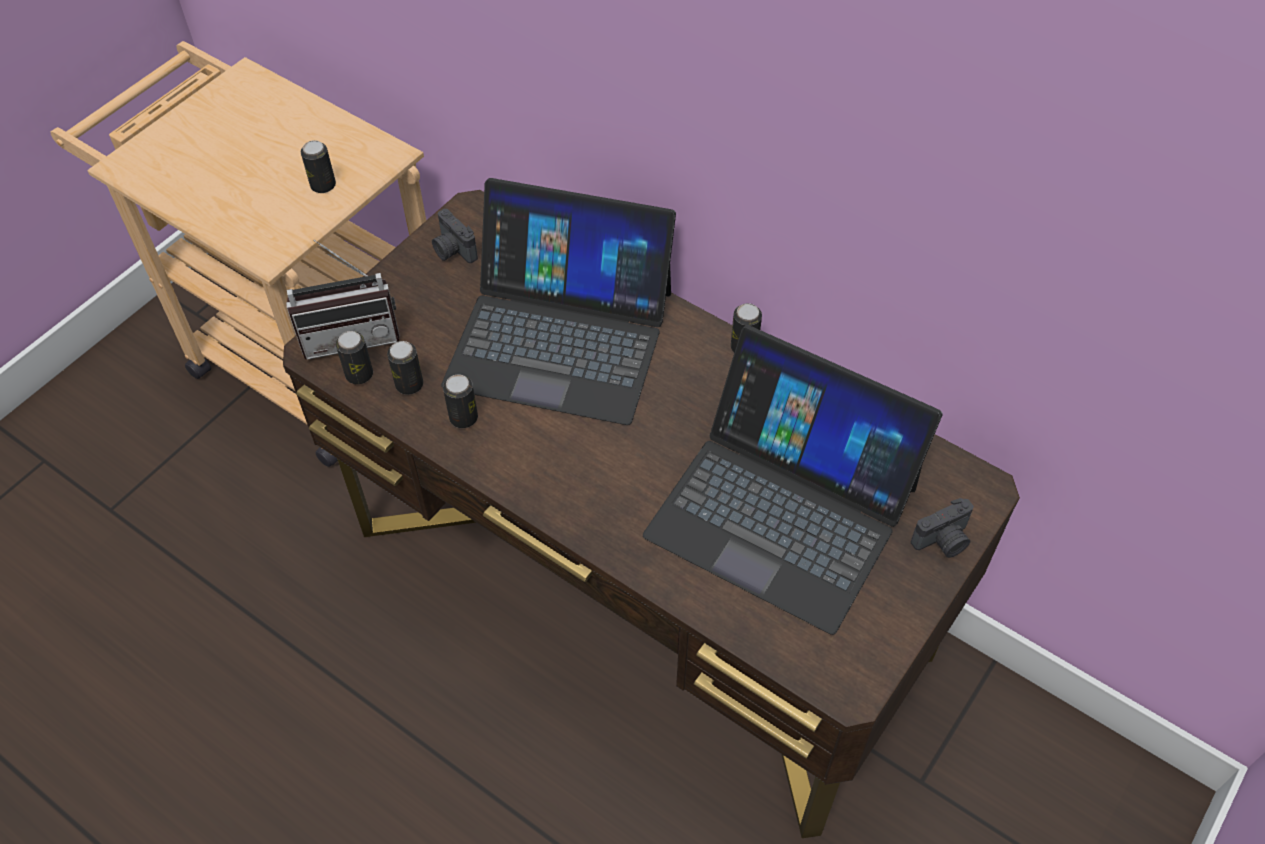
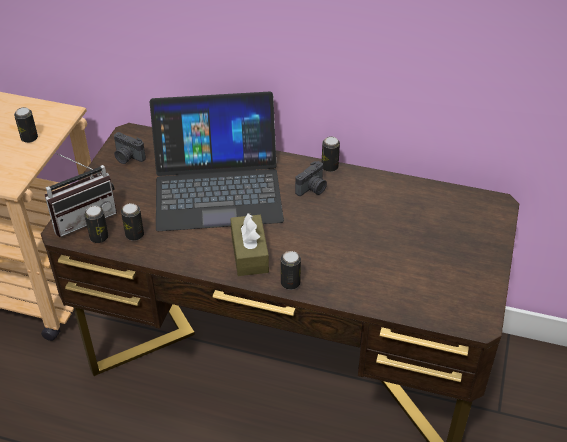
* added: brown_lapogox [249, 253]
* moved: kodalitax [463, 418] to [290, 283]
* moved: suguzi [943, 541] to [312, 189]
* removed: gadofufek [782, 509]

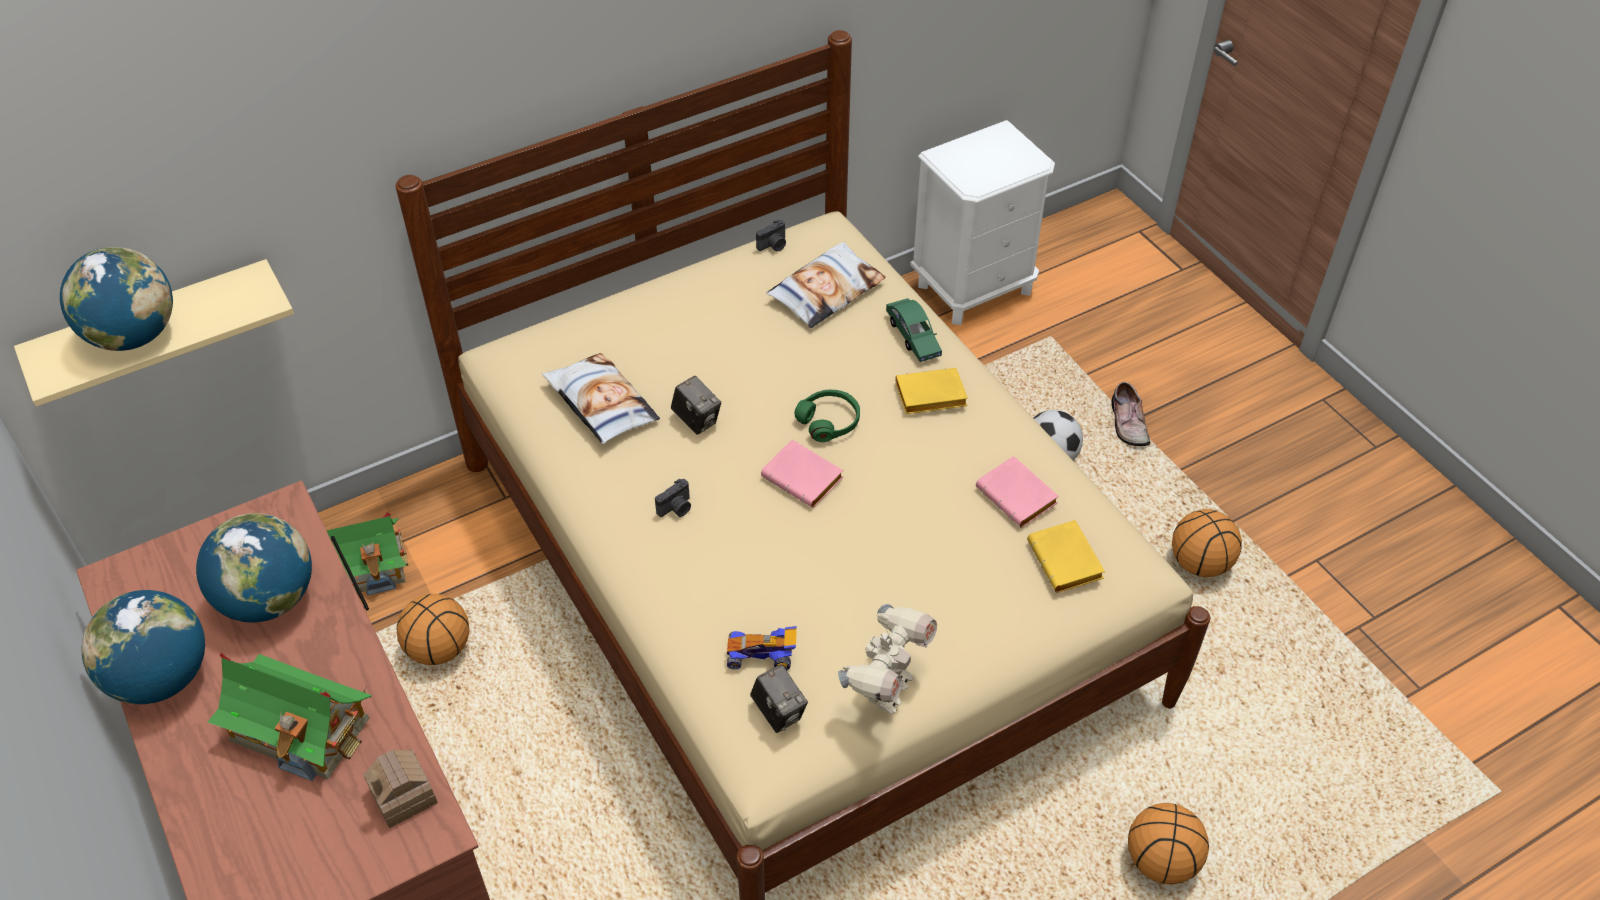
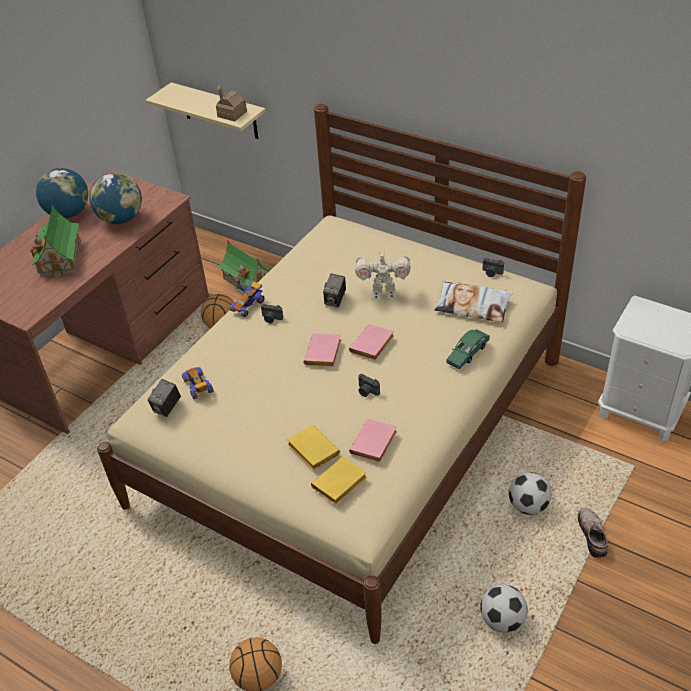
* moved: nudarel [403, 796] to [232, 114]
* added: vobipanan [248, 305]
* moved: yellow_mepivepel [929, 397] to [311, 450]
* replaced: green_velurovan [829, 421] to pink_mepivepel [372, 346]
* moved: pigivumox [886, 689] to [383, 293]
* added: suguzi [367, 391]
* replaced: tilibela [1199, 564] to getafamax [502, 620]
* turned: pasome [1126, 423] = [594, 535] 120 degrees clockwise
* removed: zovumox [134, 336]
* removed: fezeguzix [600, 404]

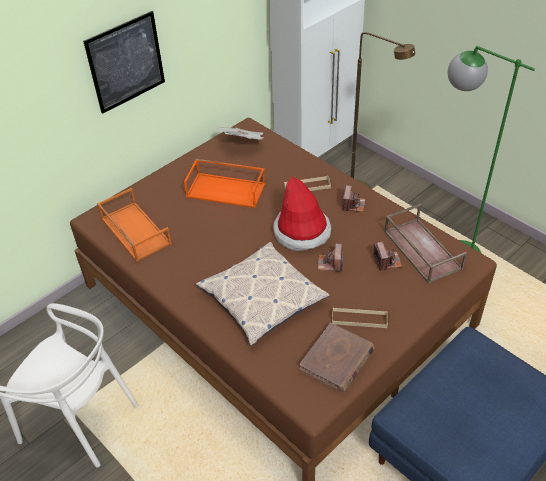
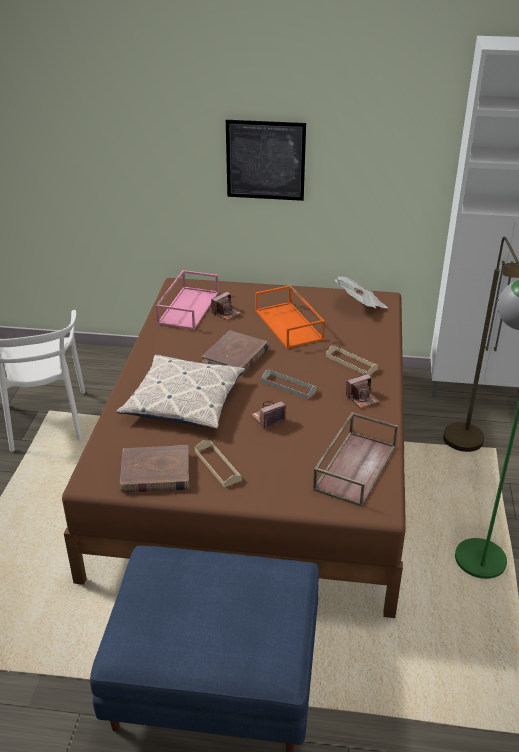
* recoloured: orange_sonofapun [134, 231] to pink_sonofapun [188, 307]
* added: brown_mepivepel [236, 356]
* moved: suguzi [387, 261] to [226, 313]
* replaced: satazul [302, 232] to grey_sonofapun [288, 386]

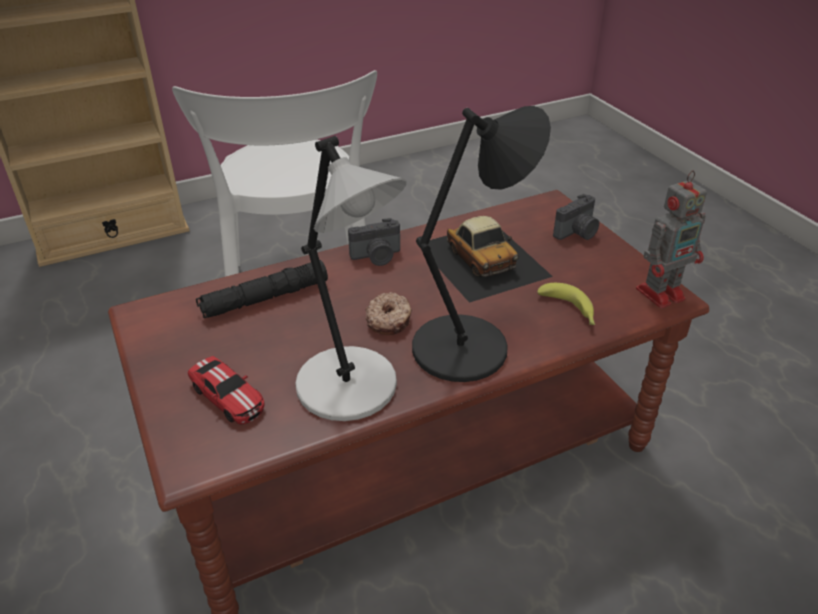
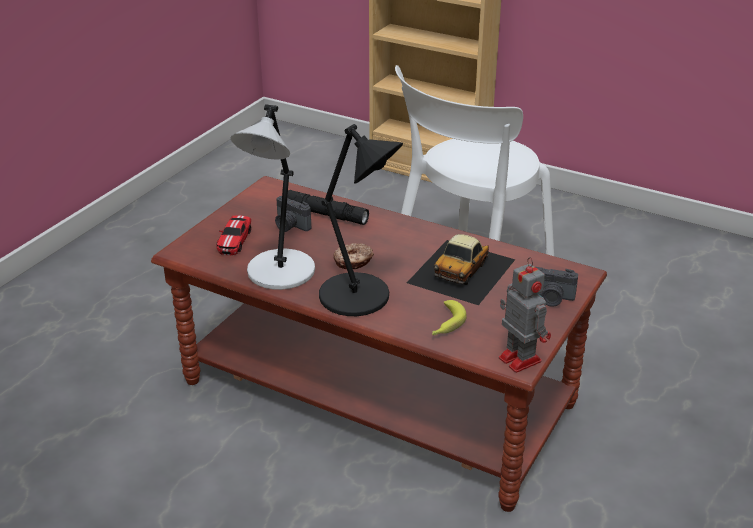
* moved: suguzi [377, 257] to [290, 226]
* turned: pigivumox [662, 293] = [518, 358] 150 degrees counterclockwise

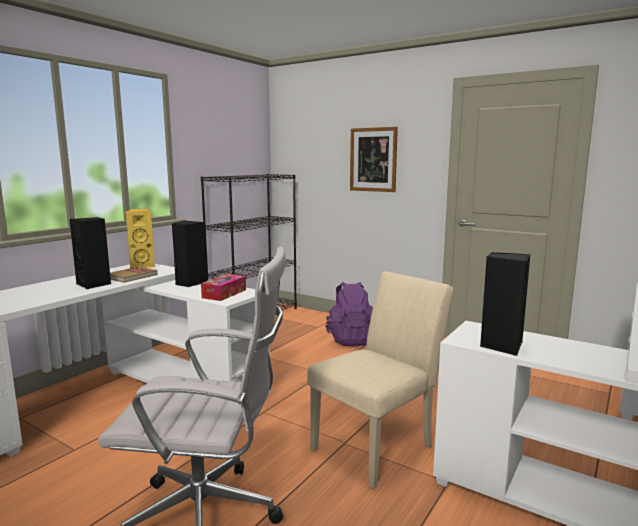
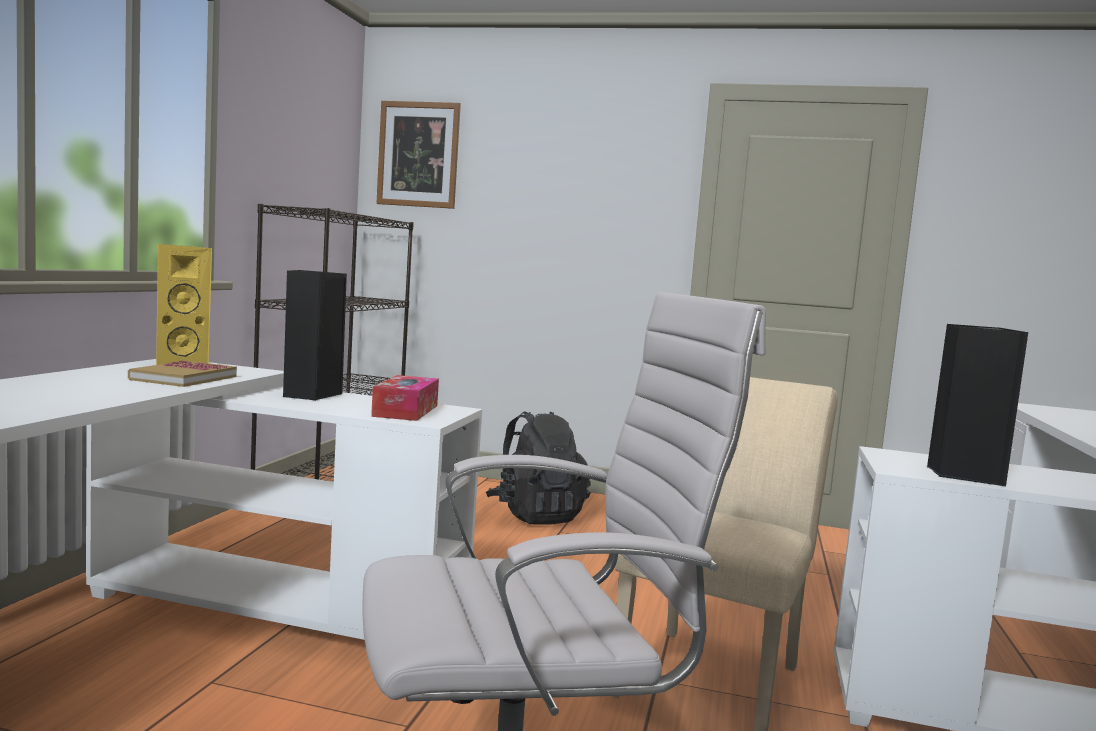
* moved: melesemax [373, 159] to [418, 154]
* recoloured: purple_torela [351, 339] to black_torela [536, 515]
* removed: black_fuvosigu [94, 284]

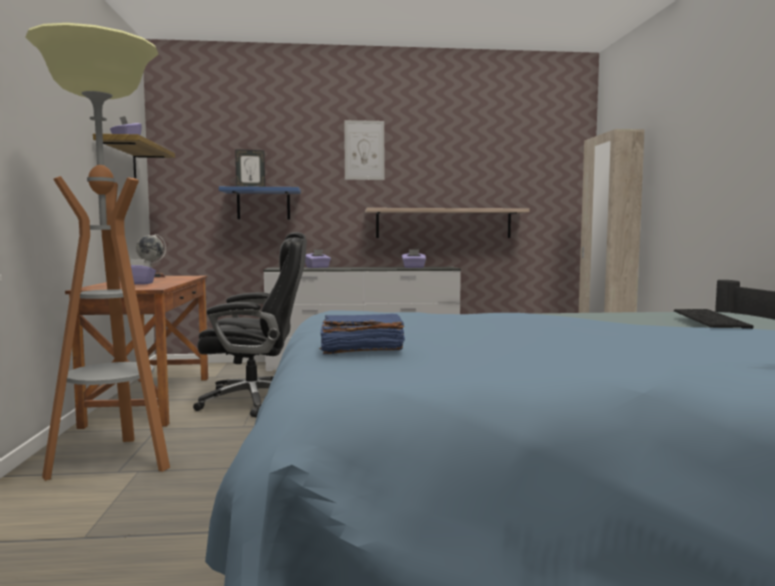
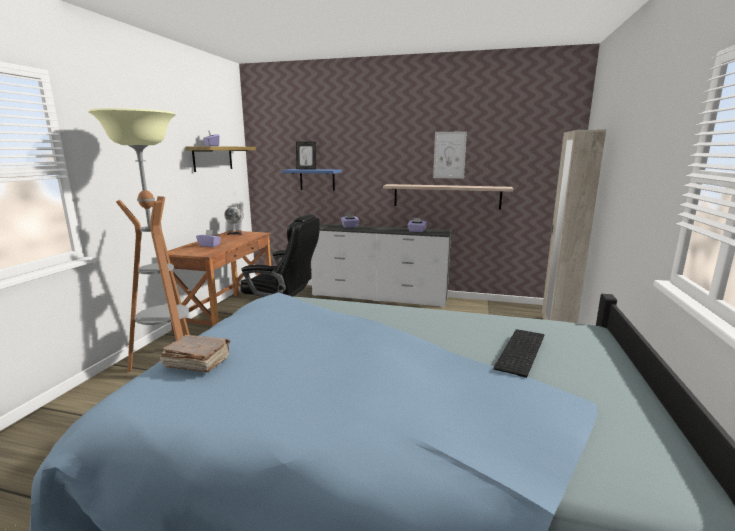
* recoloured: blue_mepivepel [360, 349] to brown_mepivepel [197, 363]
* moved: melesemax [364, 150] to [449, 155]

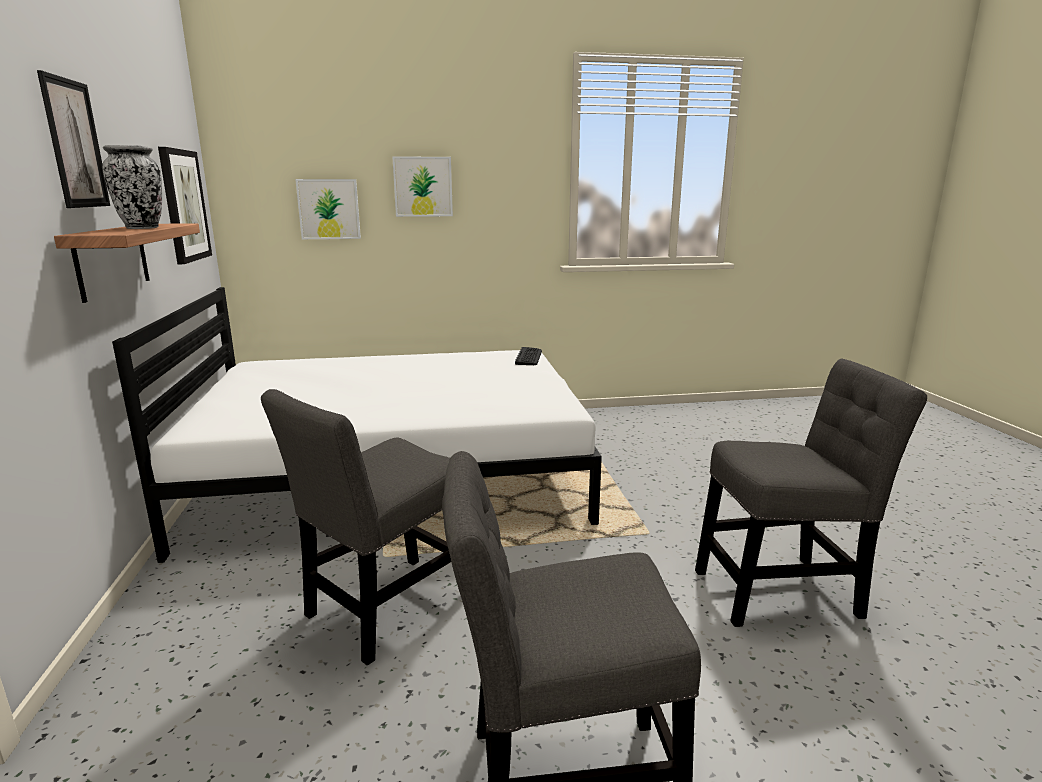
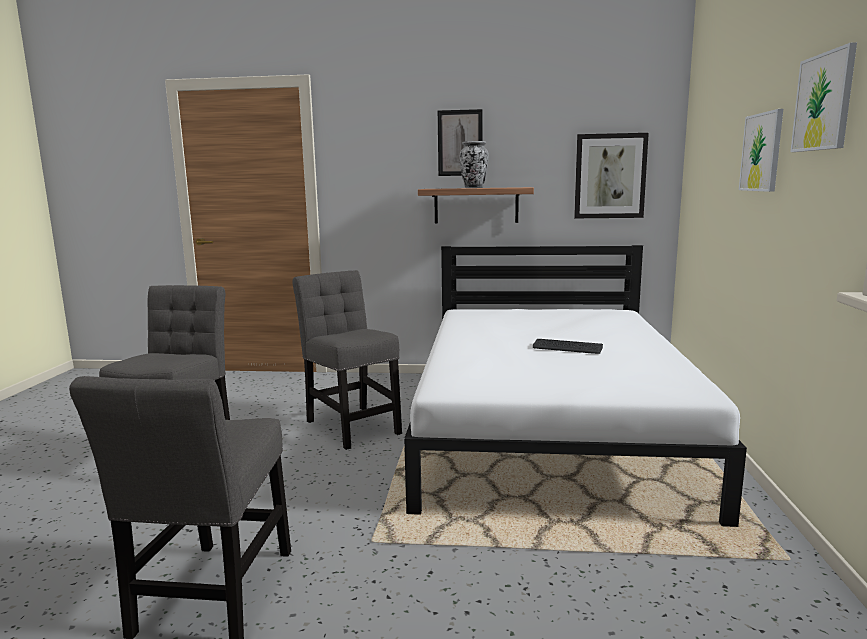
* moved: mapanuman [529, 357] to [567, 347]
* moved: melesemax [329, 209] to [823, 102]

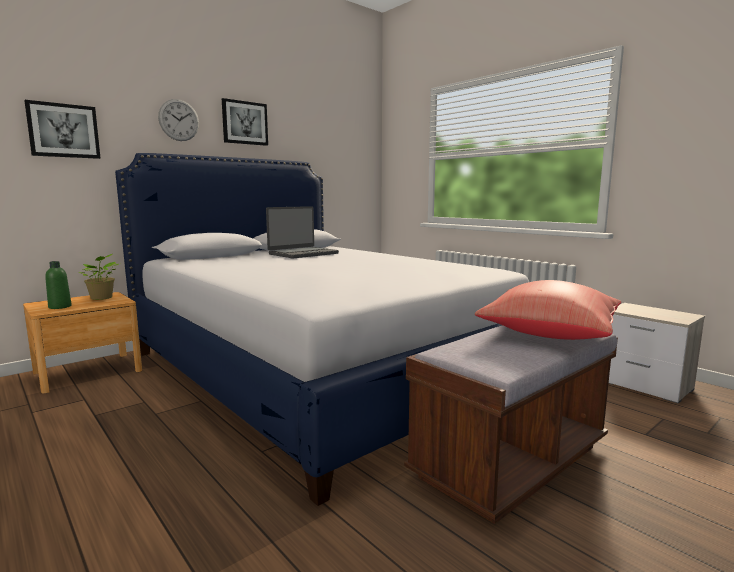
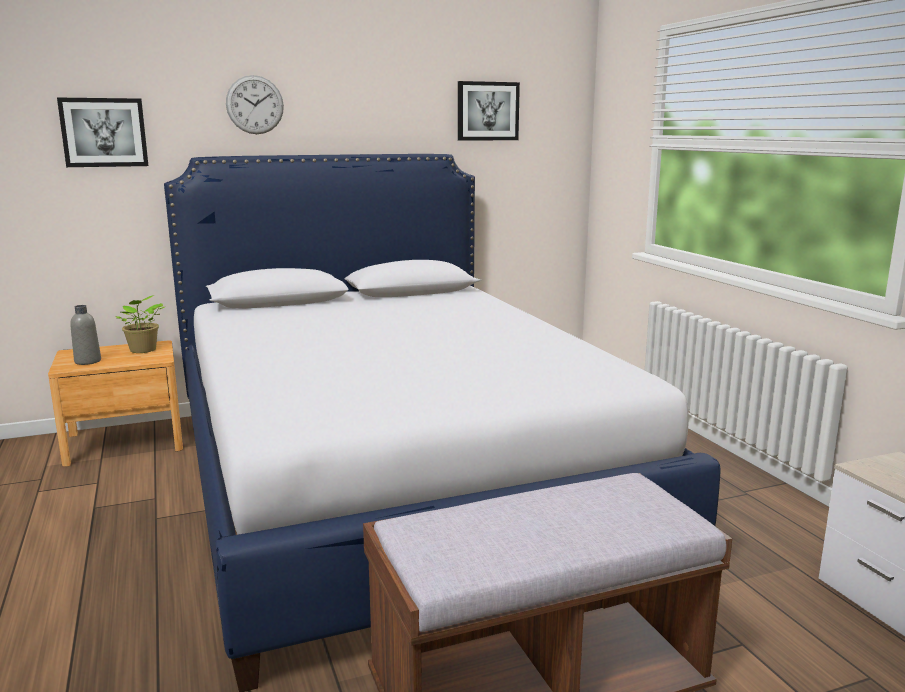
* recoloured: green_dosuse [60, 307] to grey_dosuse [88, 361]
* moved: melesemax [244, 123] to [487, 111]
* removed: gadofufek [303, 254]
* removed: red_fezeguzix [548, 334]

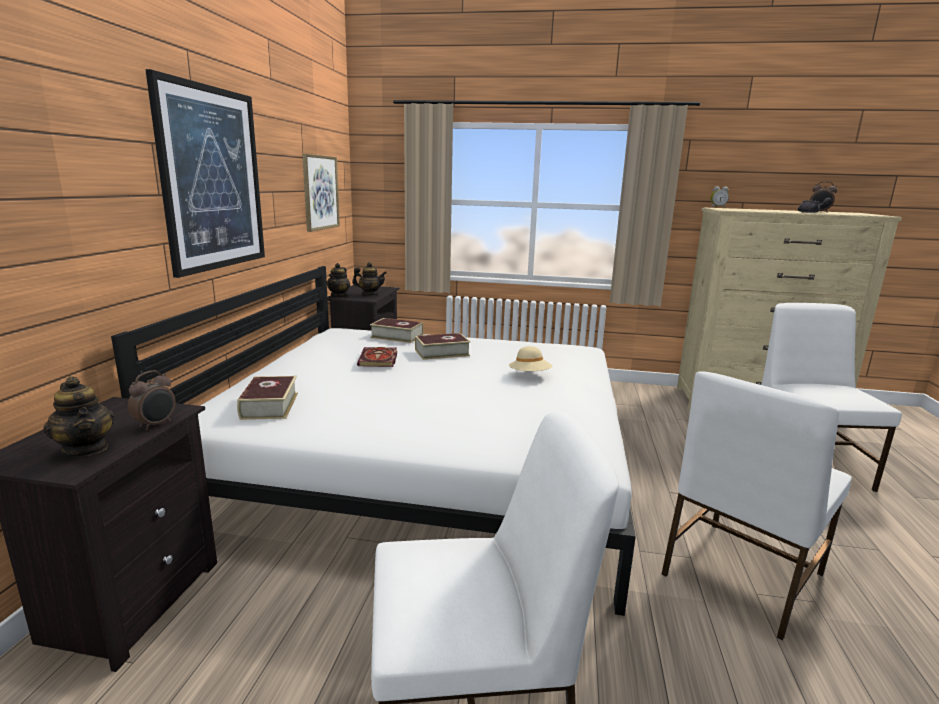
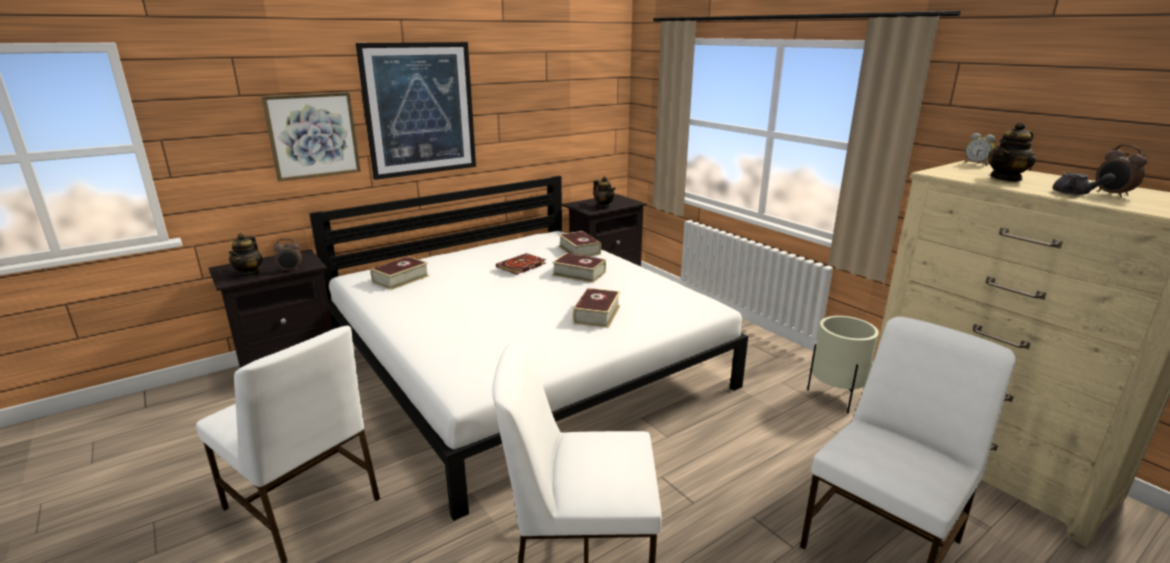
* moved: melesemax [320, 192] to [313, 135]
* replaced: beige_satazul [530, 375] to mepivepel [597, 314]
* added: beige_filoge [835, 397]
* moved: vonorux [339, 296] to [1006, 178]

